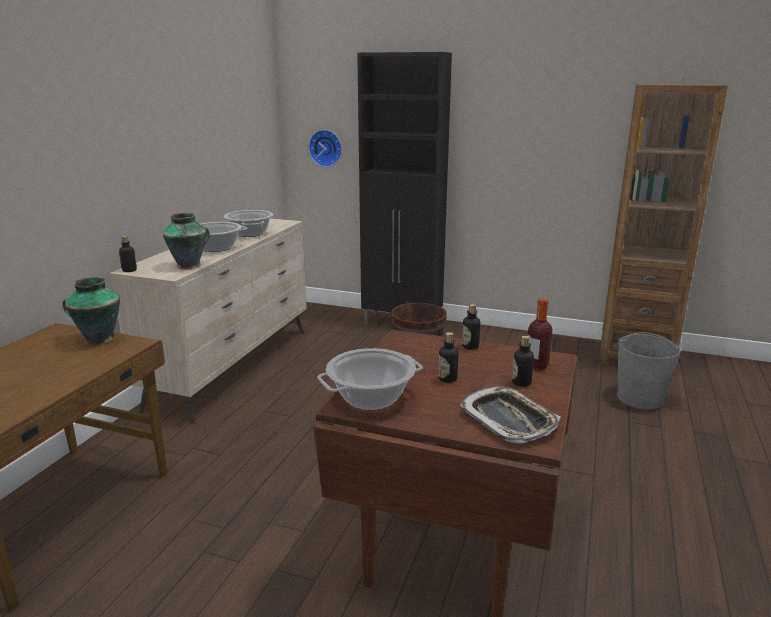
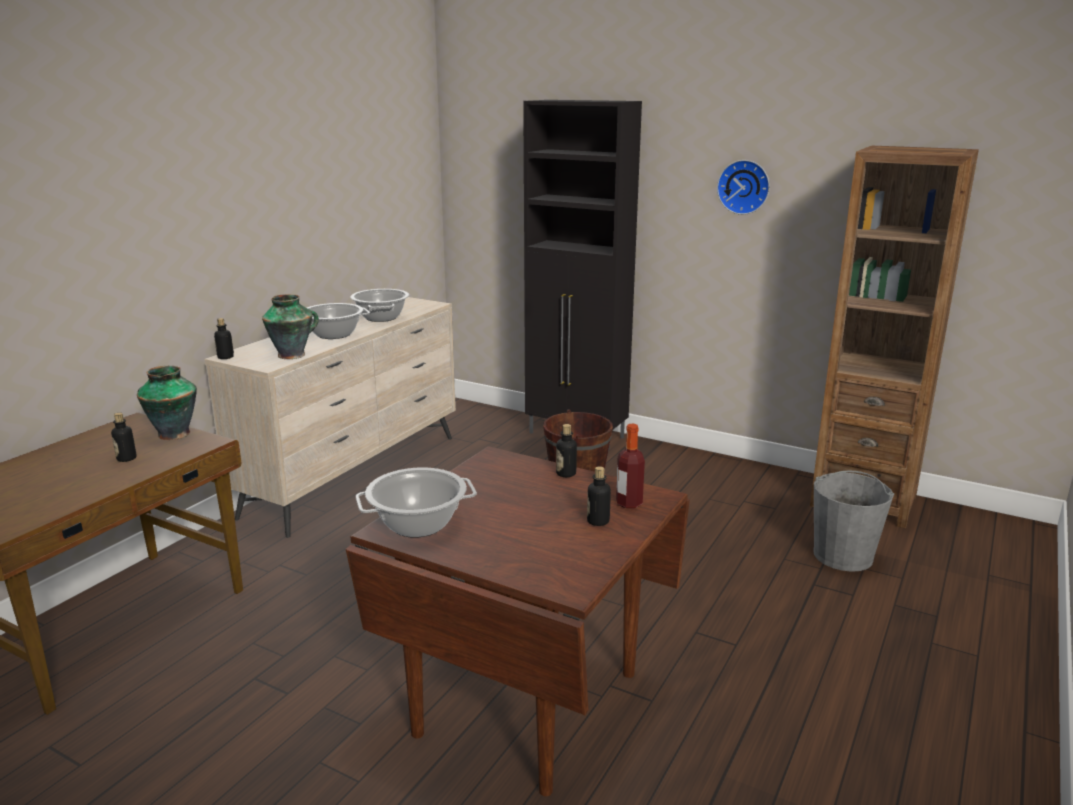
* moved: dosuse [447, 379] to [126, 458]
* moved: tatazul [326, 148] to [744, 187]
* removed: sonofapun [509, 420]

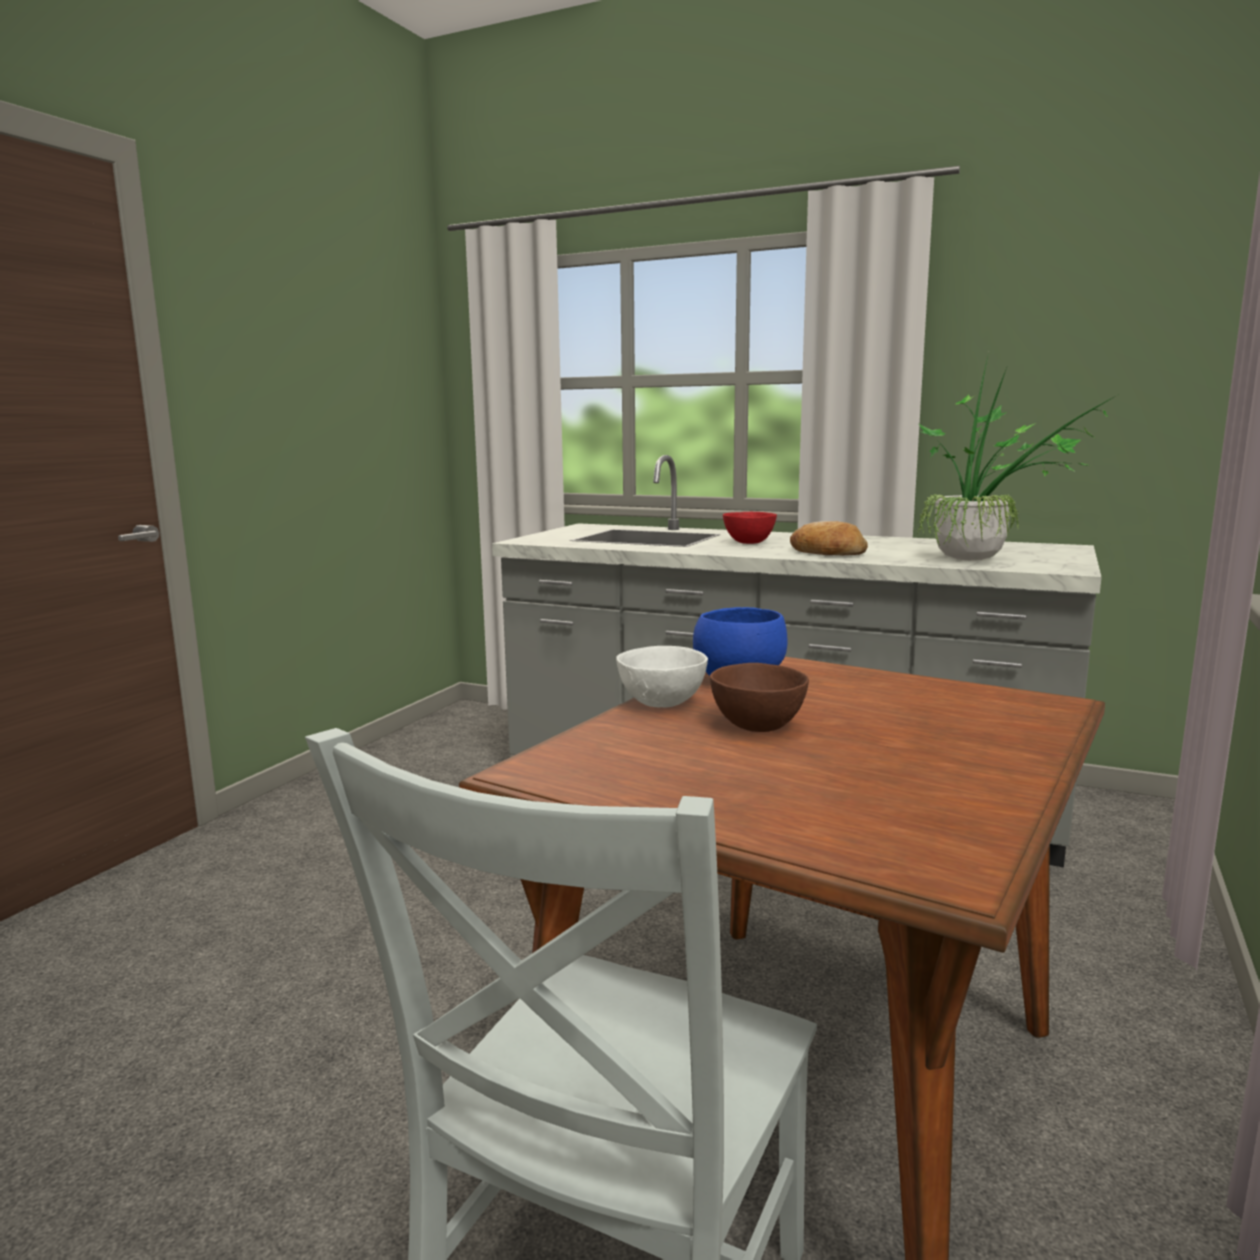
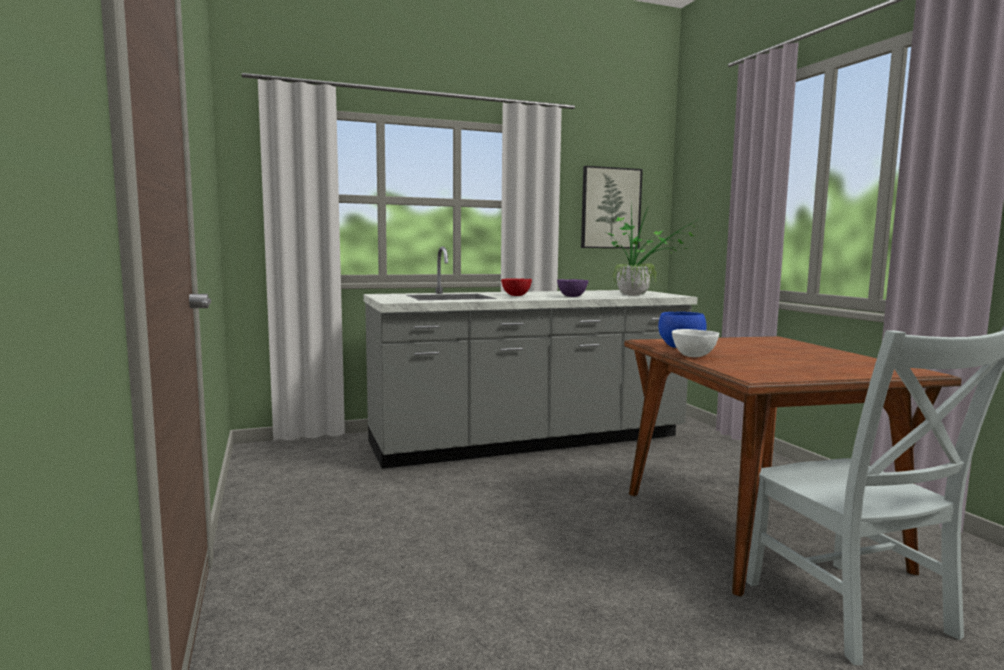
* replaced: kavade [827, 553] to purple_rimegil [571, 296]
* added: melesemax [610, 208]
* removed: brown_rimegil [757, 726]

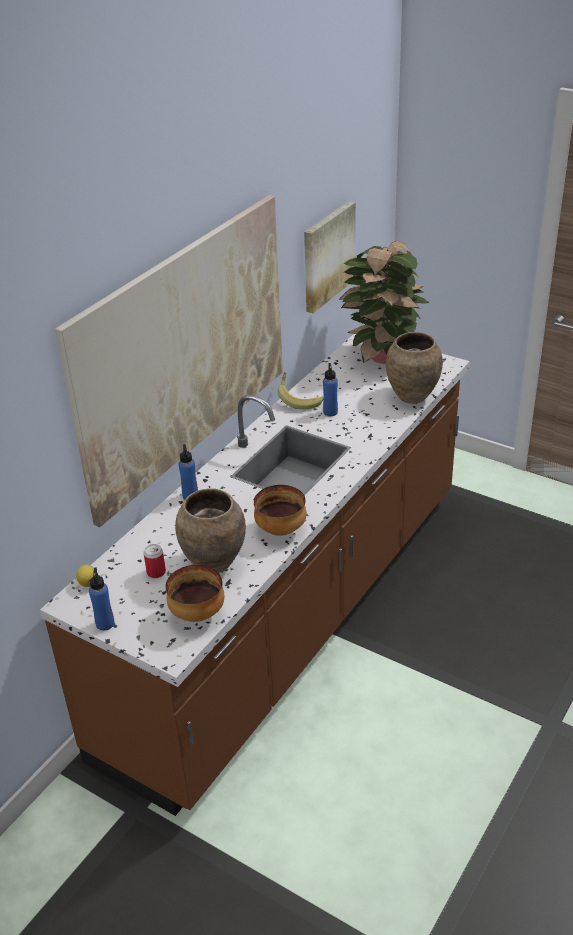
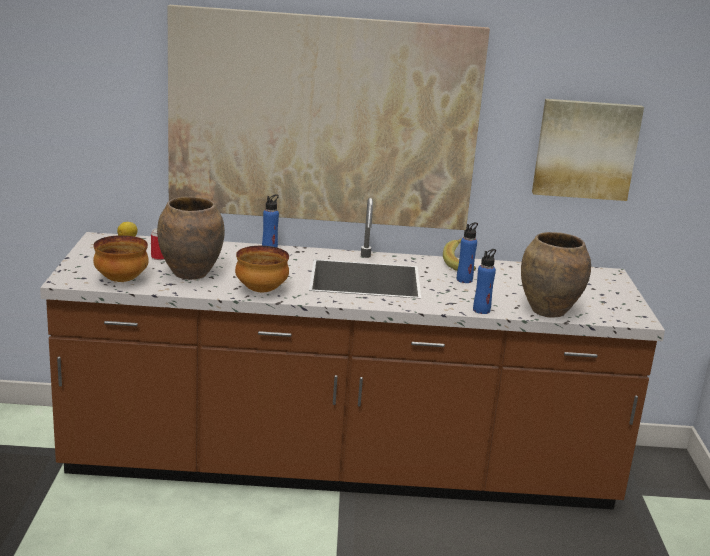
* moved: blue_dosuse [105, 623] to [481, 310]
* removed: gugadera [382, 358]

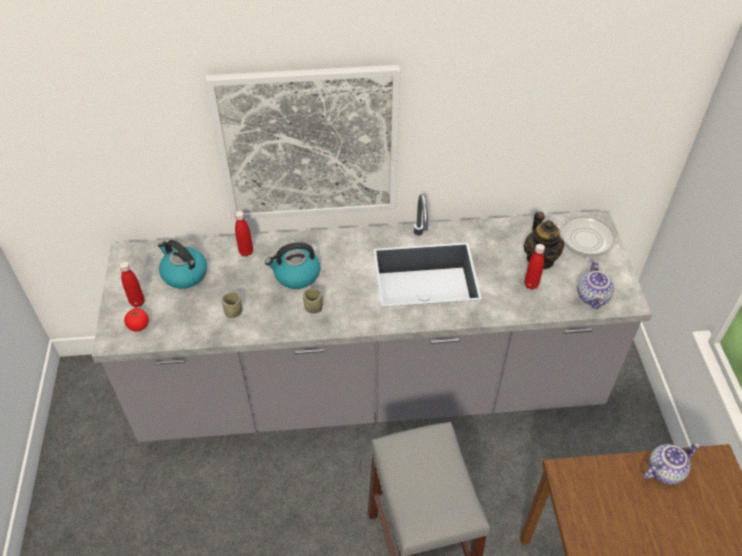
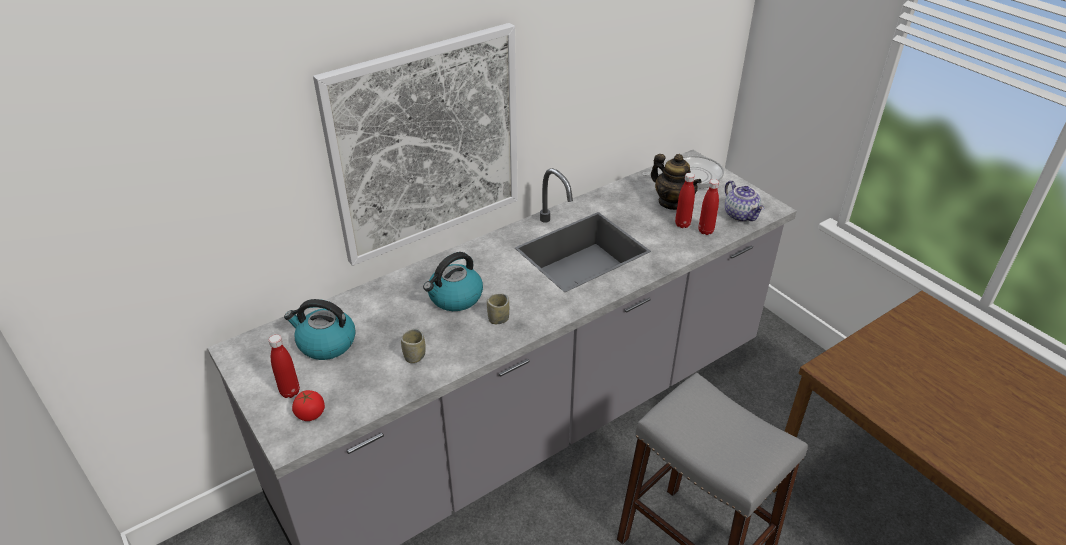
* moved: red_dosuse [246, 252] to [705, 231]
* removed: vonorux [664, 470]

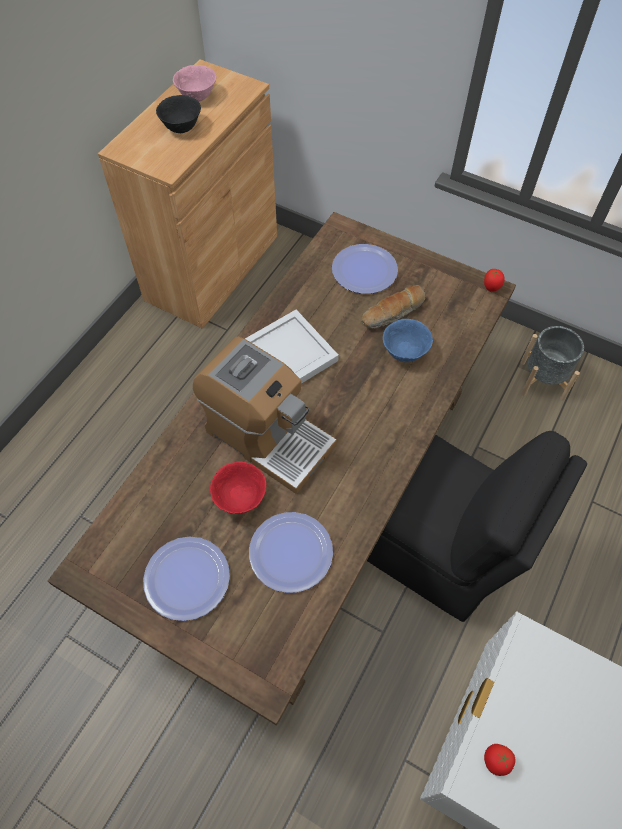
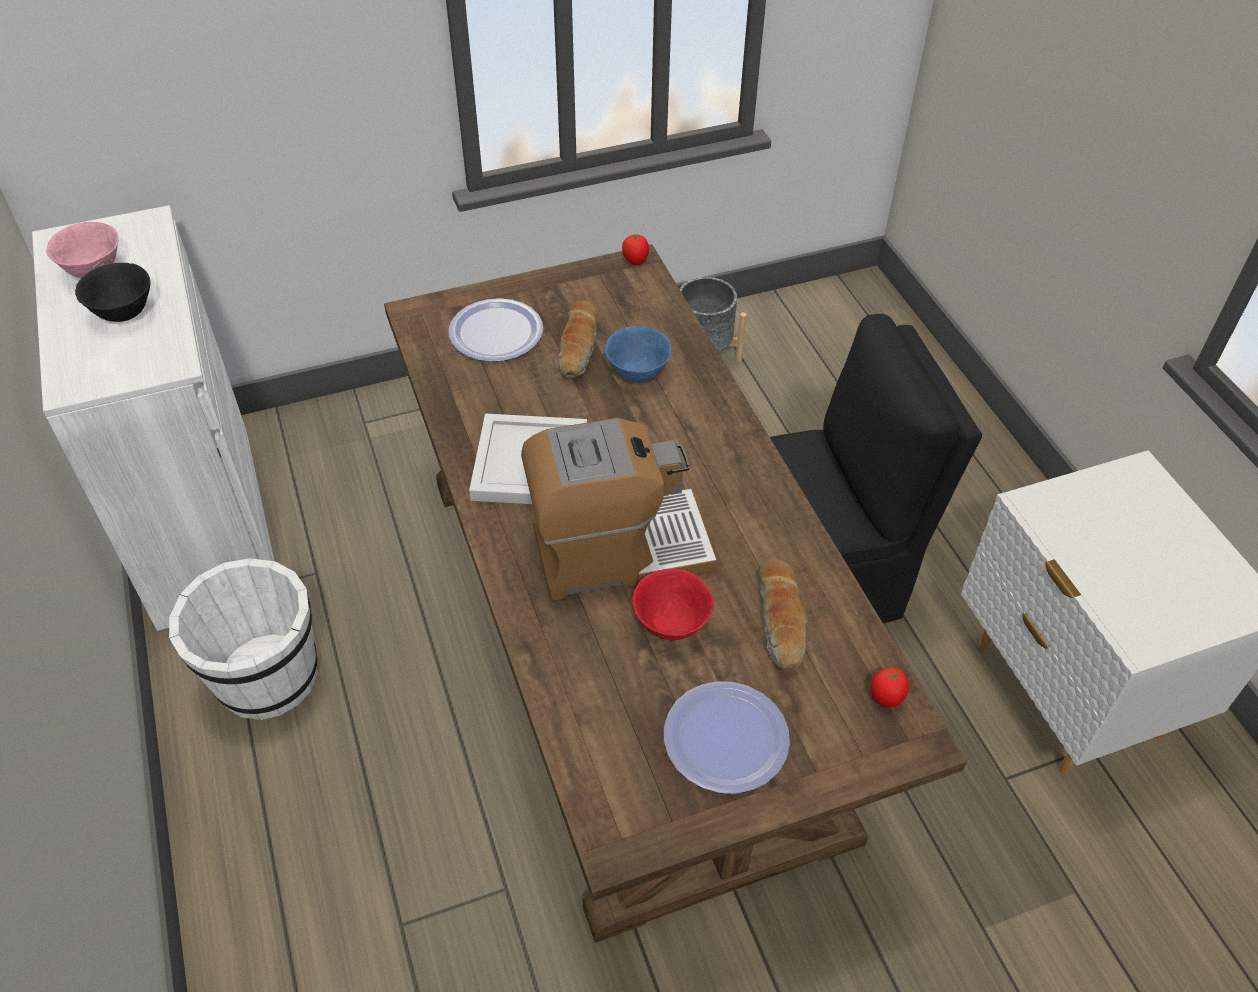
* recoloured: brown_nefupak [212, 267] to white_nefupak [205, 524]
* added: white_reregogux [266, 677]
* replaced: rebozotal [290, 552] to kavade [782, 622]
* moved: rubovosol [495, 761] to [886, 699]

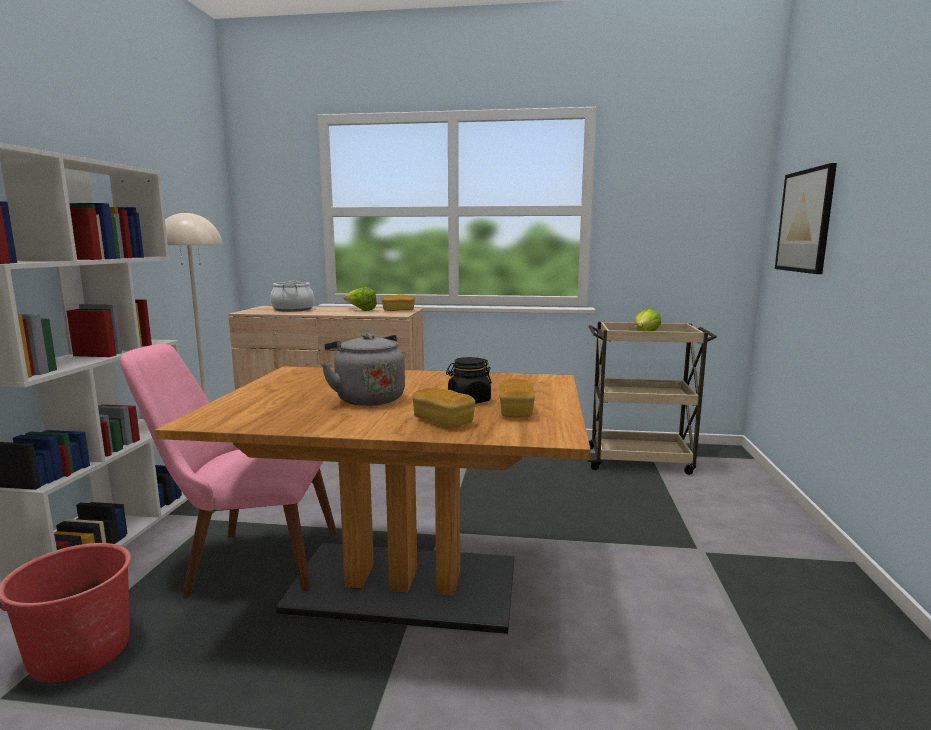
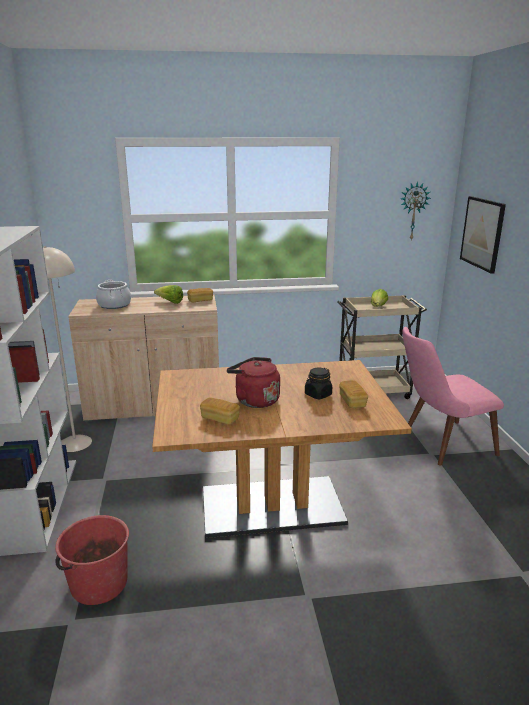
* moved: kavade [443, 421] to [220, 418]
* recoloured: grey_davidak [367, 398] to red_davidak [254, 400]
* added: tatazul [413, 211]
* moved: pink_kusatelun [245, 562] to [439, 444]

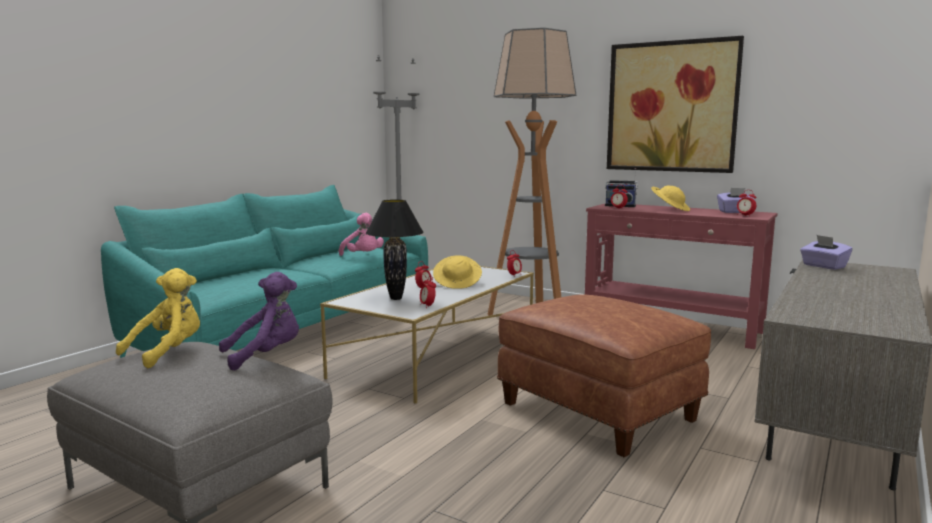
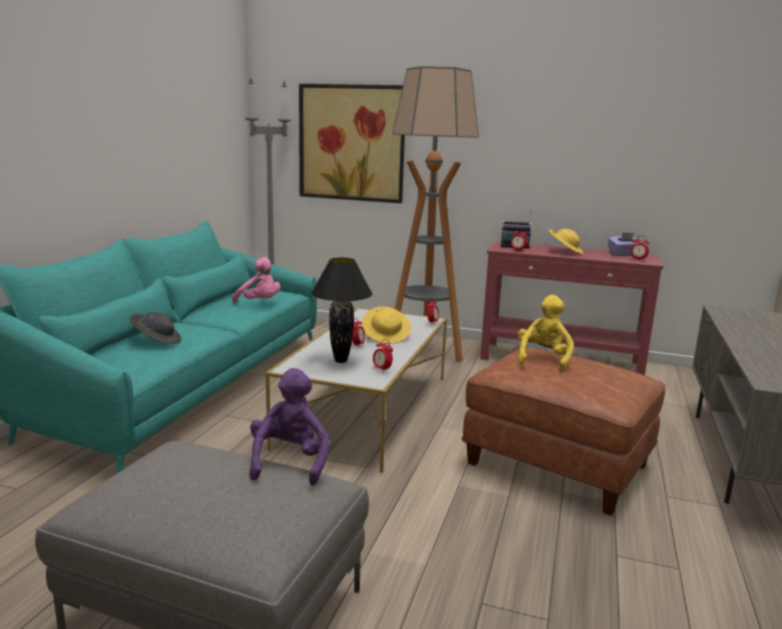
* added: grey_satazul [157, 341]
* turned: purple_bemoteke [266, 356] = [290, 462] 45 degrees counterclockwise
* moved: melesemax [671, 107] to [352, 143]
* moved: yellow_bemoteke [168, 352] to [543, 359]
* removed: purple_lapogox [823, 266]

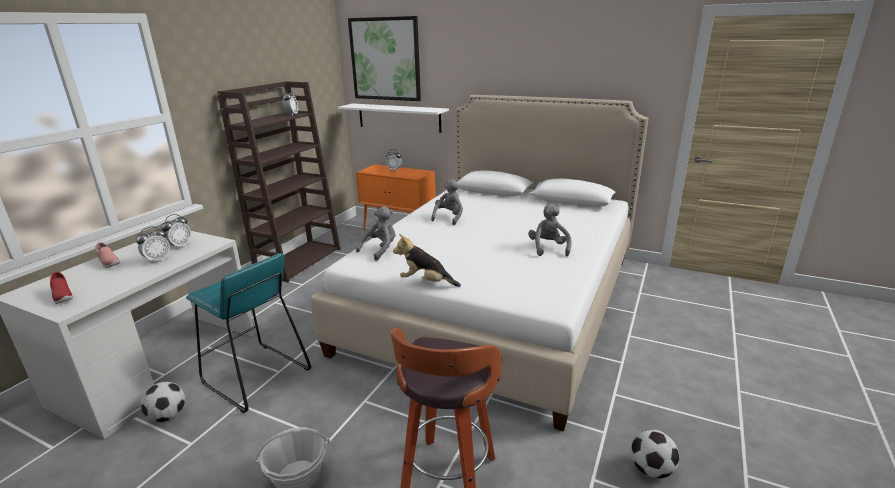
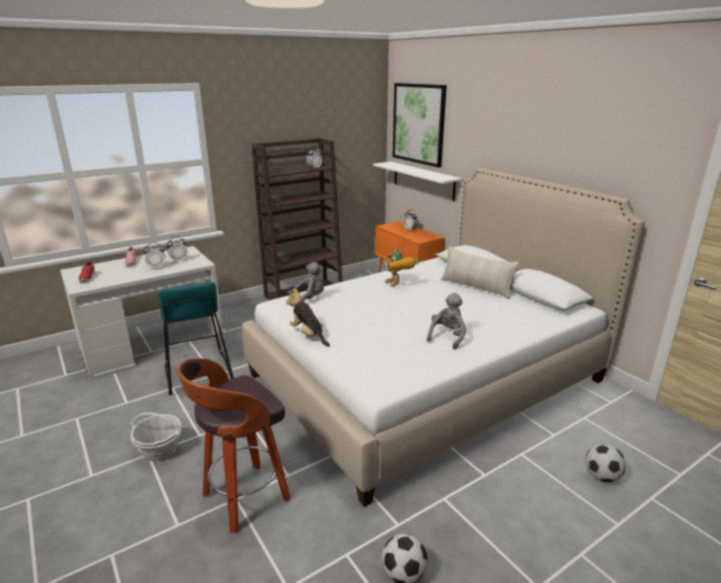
* replaced: grey_bemoteke [449, 217] to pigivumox [398, 285]
* added: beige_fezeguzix [476, 287]
* moved: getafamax [168, 416] to [601, 476]

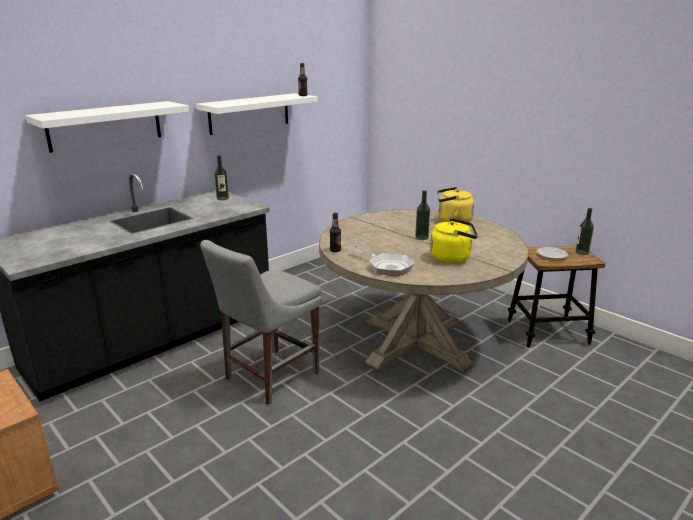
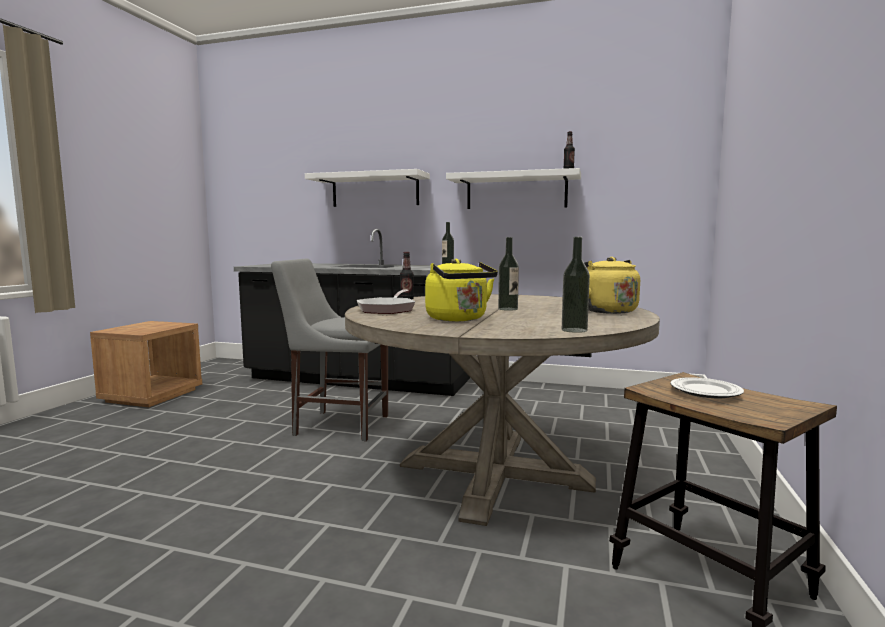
* moved: dosuse [582, 252] to [574, 330]

